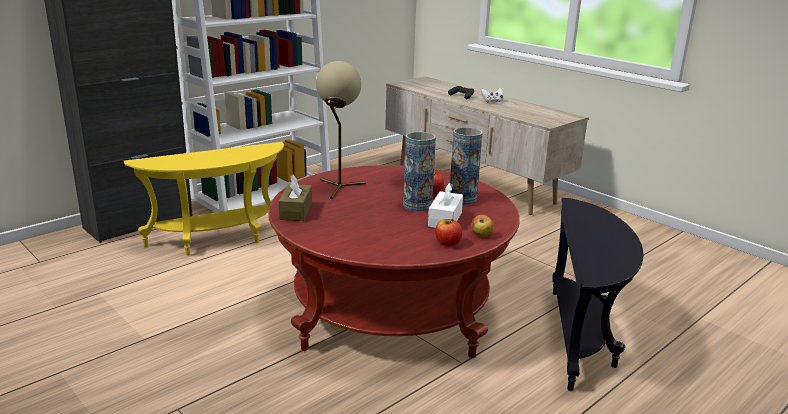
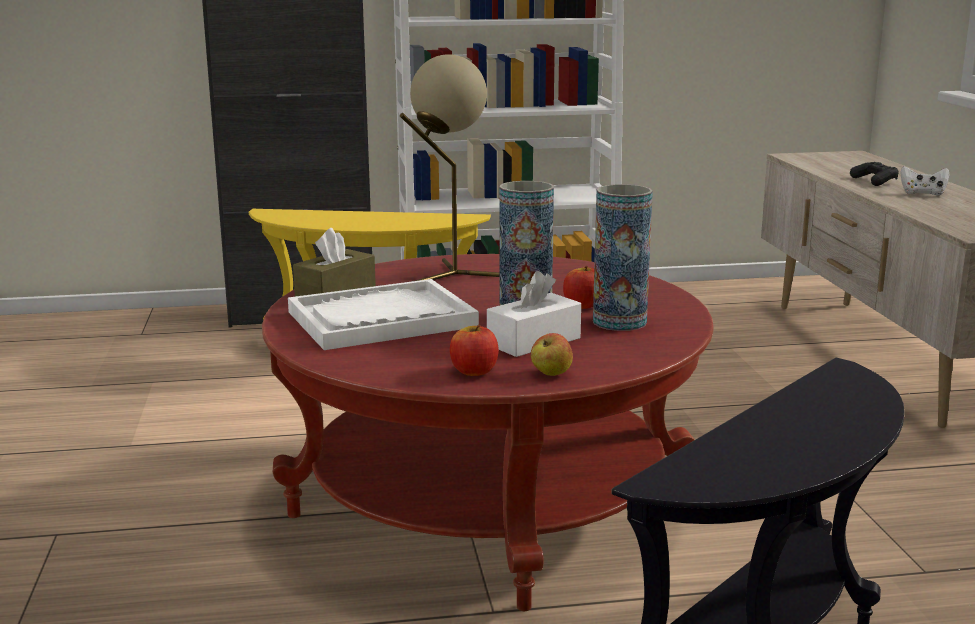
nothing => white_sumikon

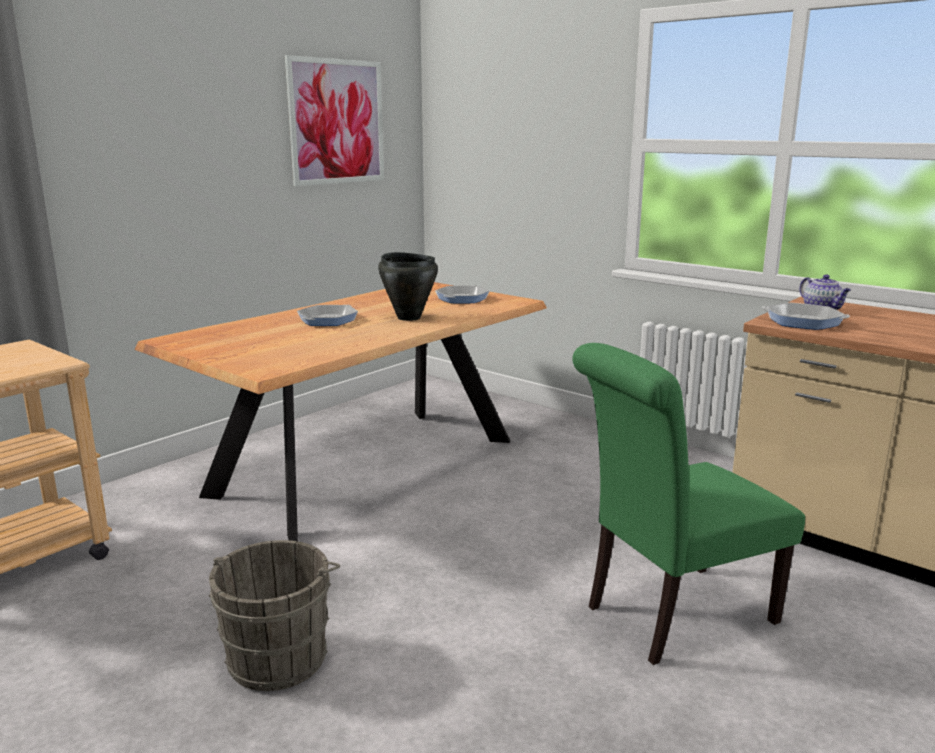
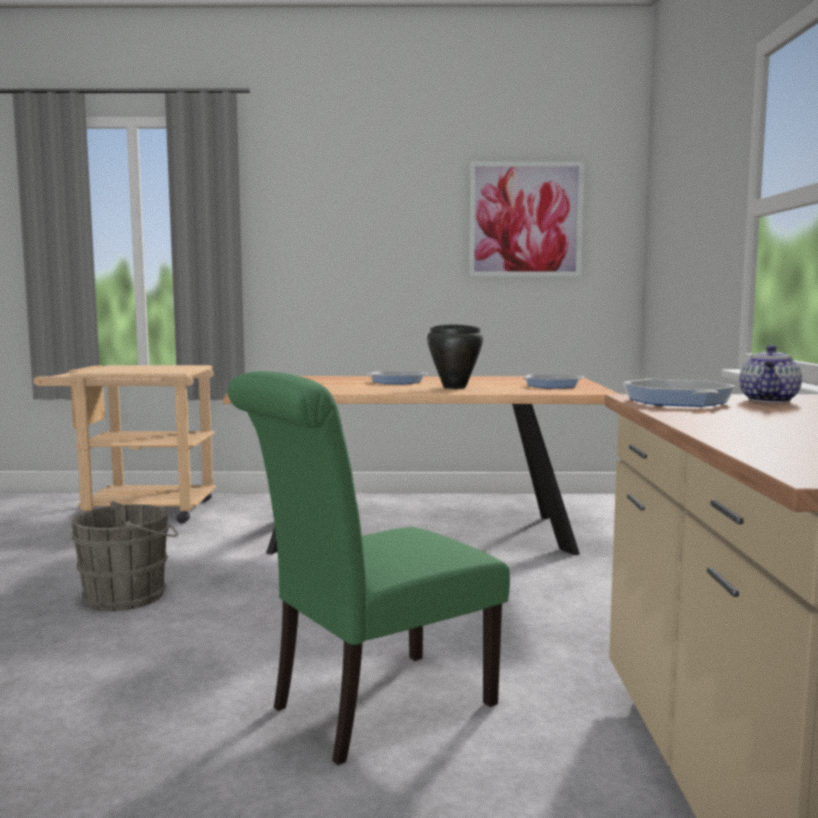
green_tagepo, 60 degrees counterclockwise

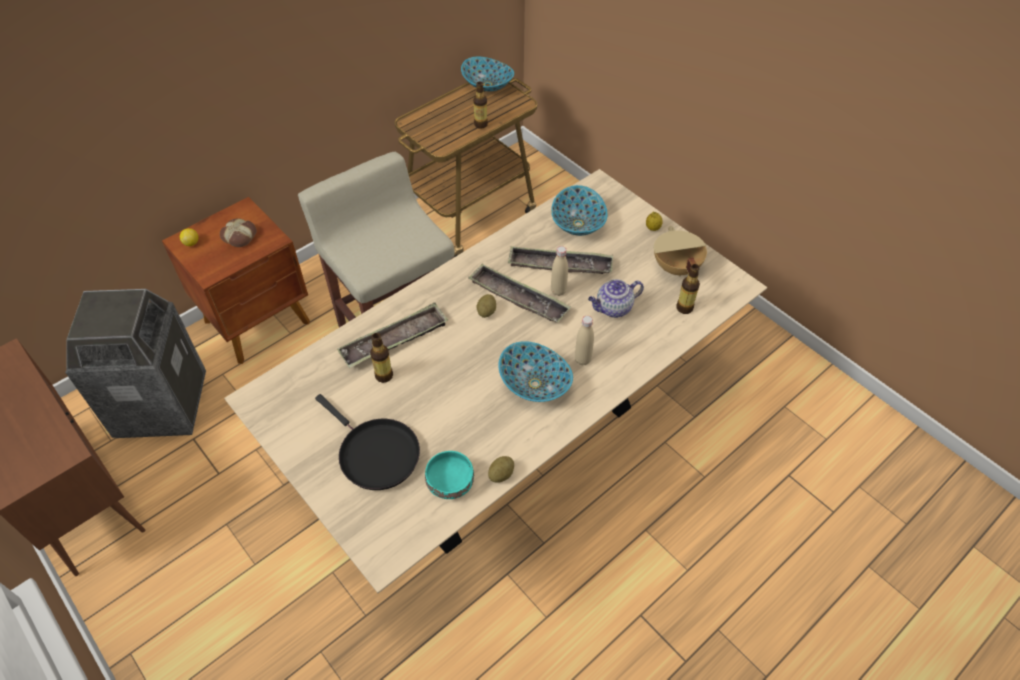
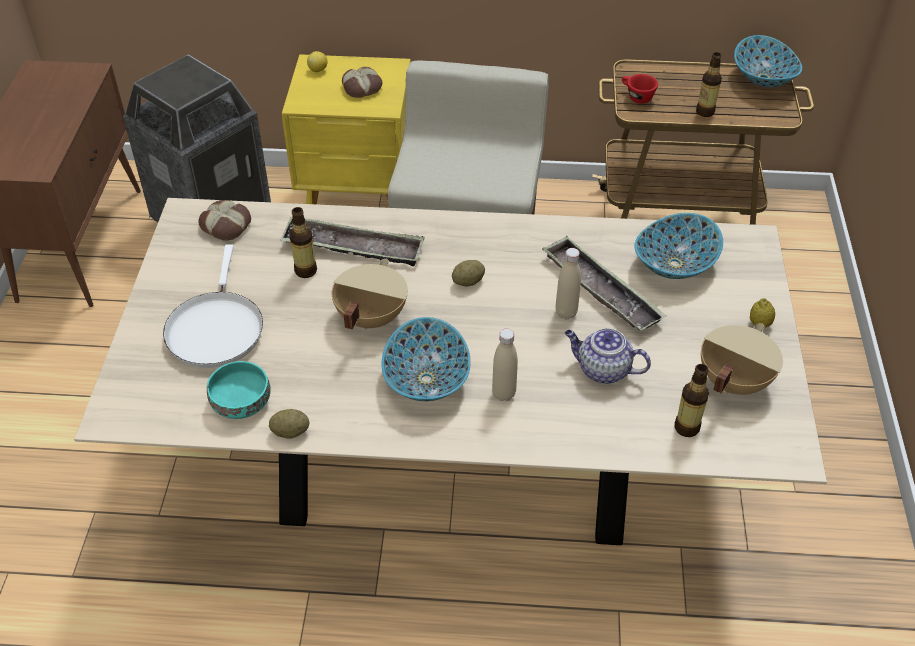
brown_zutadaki => yellow_zutadaki
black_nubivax => white_nubivax
sumikon (2nd from left) => nothing
nothing => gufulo (1st from left)
nothing => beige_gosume (1st from left)
nothing => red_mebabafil

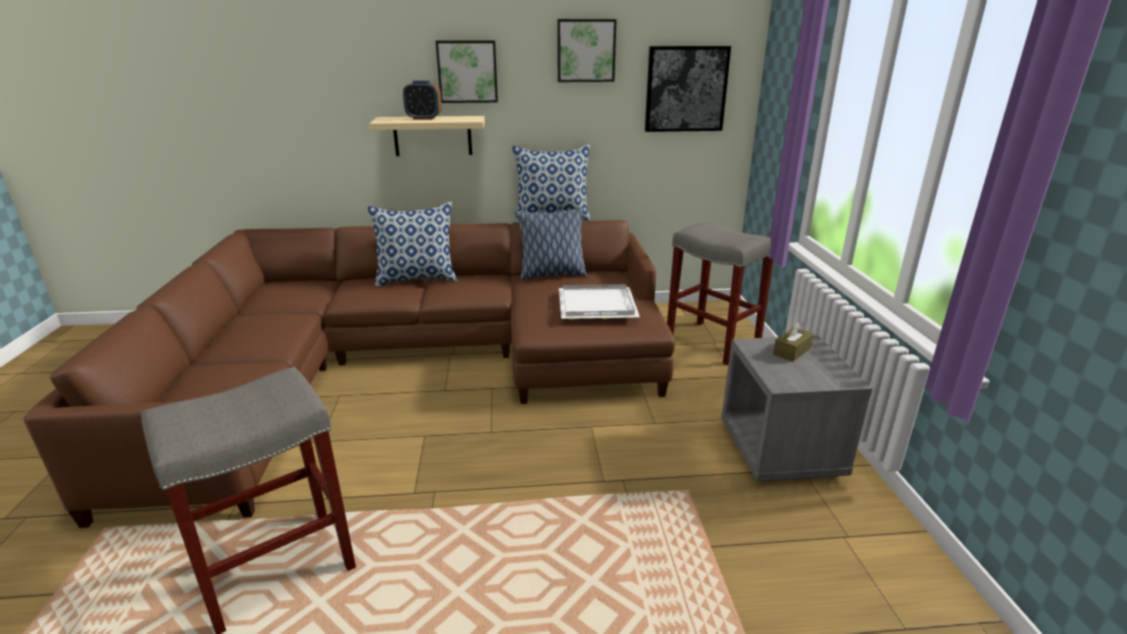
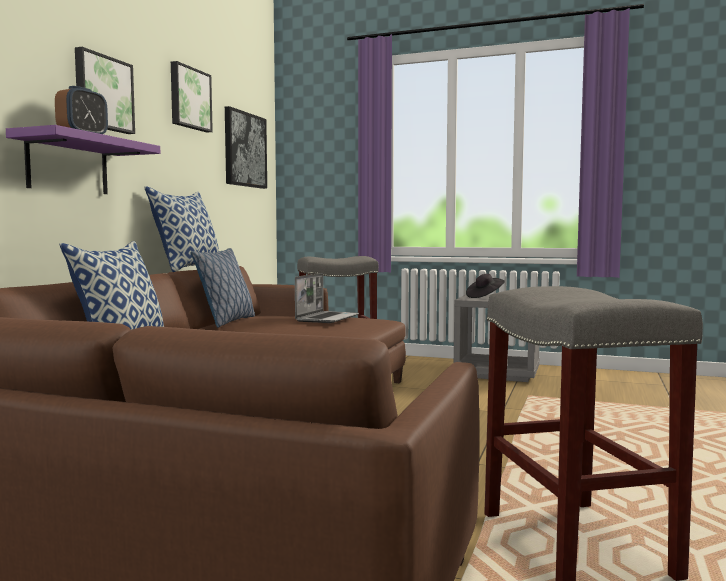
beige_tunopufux => purple_tunopufux
white_sumikon => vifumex
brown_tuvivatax => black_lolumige

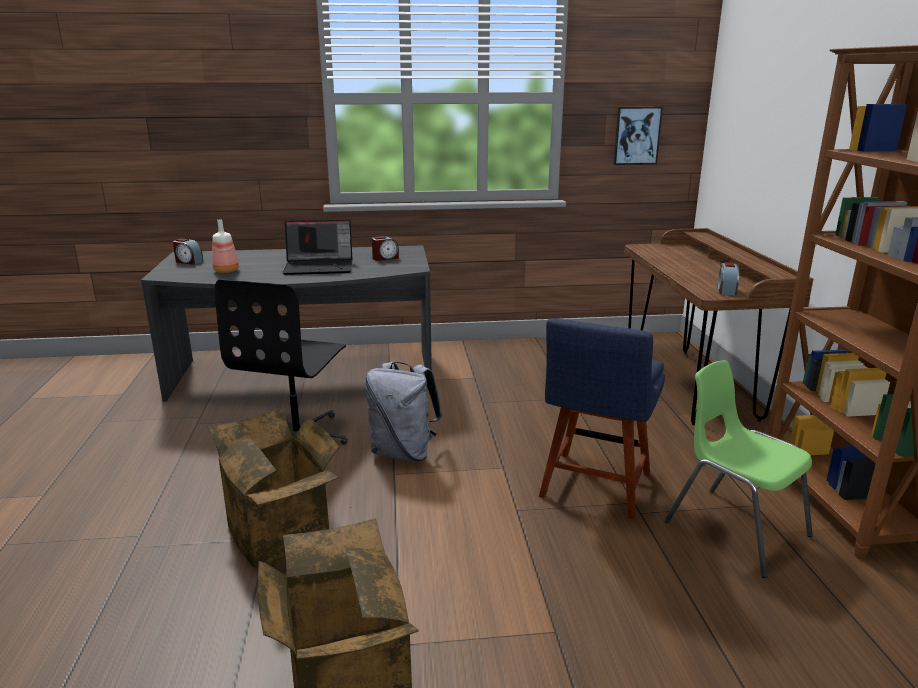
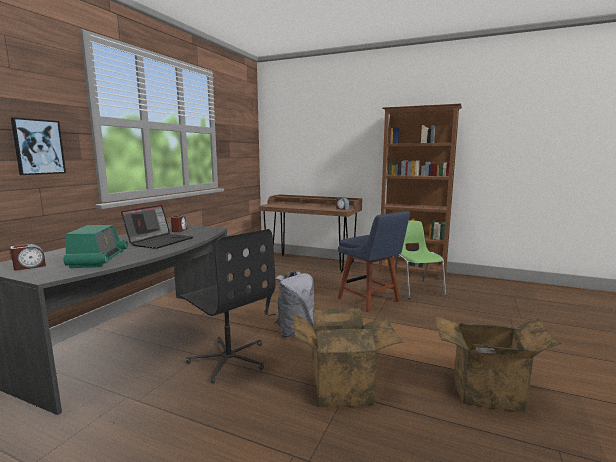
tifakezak => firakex
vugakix, moved
green_tagepo, 90 degrees clockwise

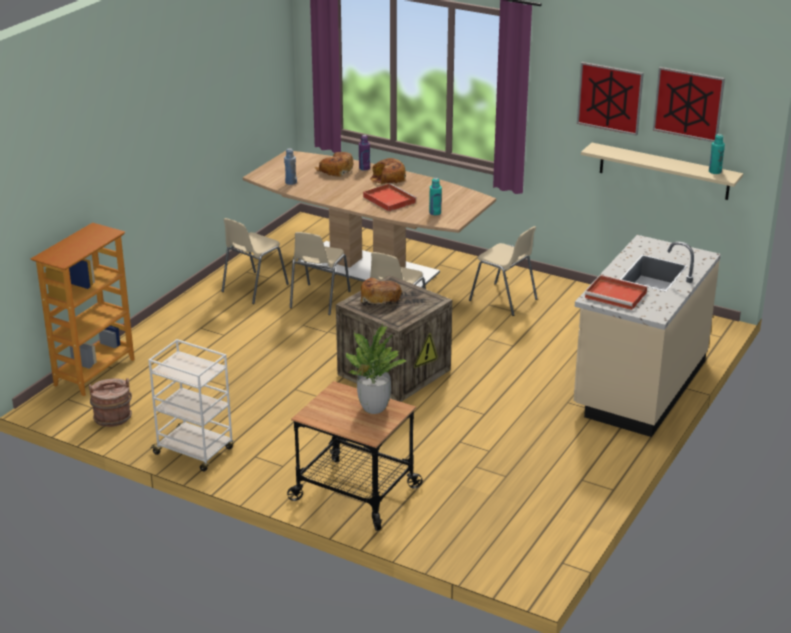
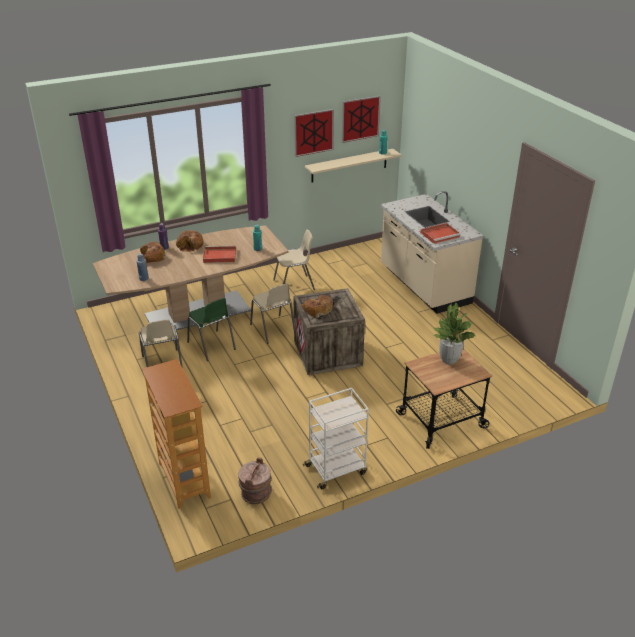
beige_tagepo (2nd from left) => green_tagepo

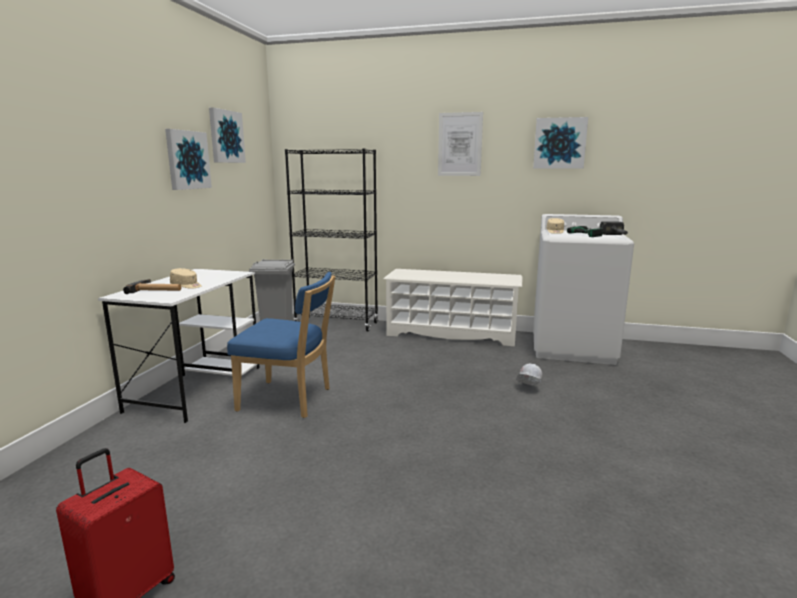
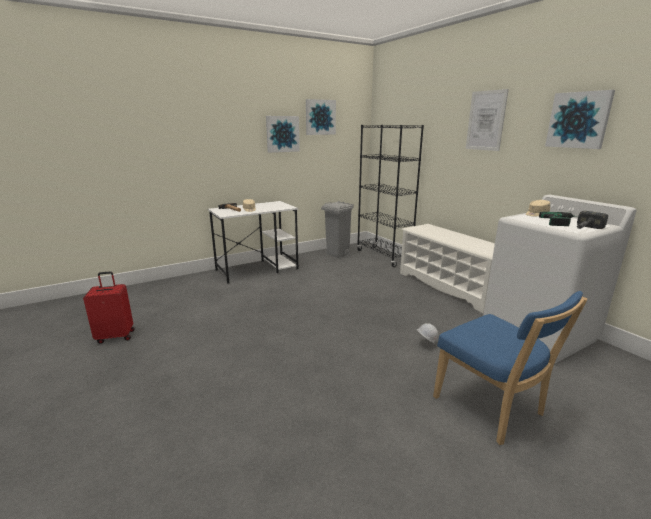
blue_tagepo, moved

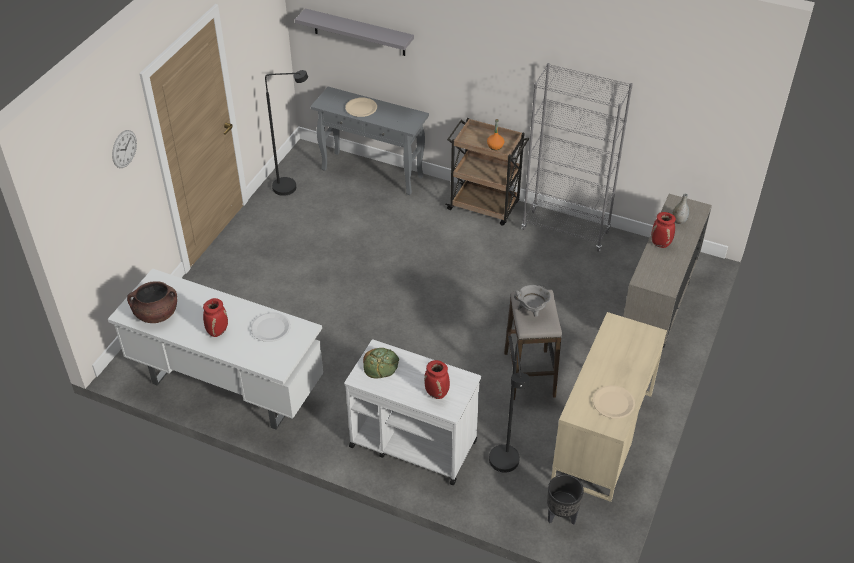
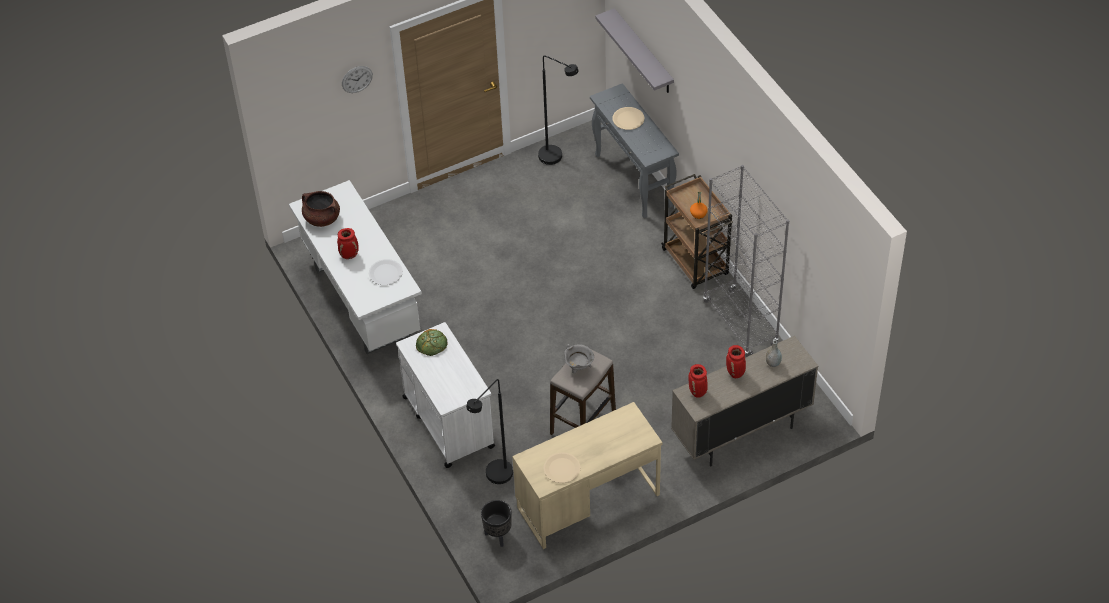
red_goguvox (2nd from left), moved

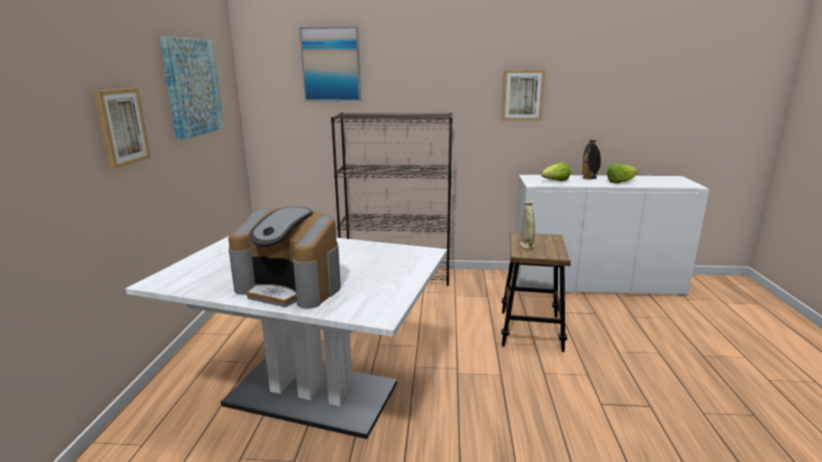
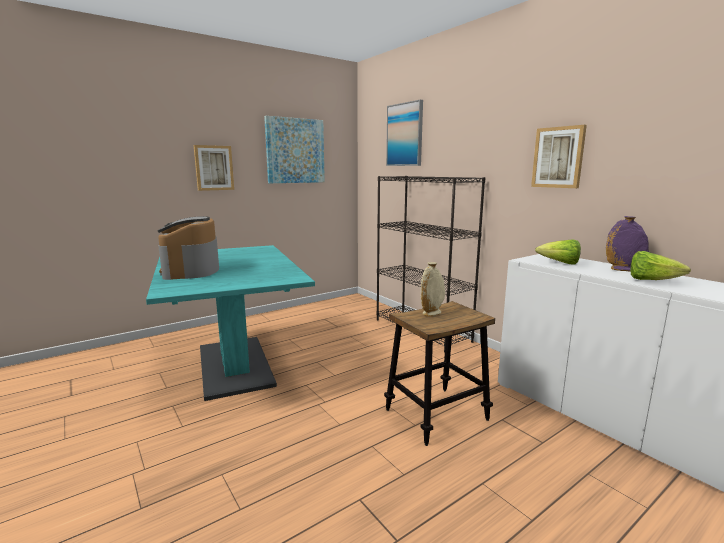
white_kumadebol => turquoise_kumadebol
black_goguvox => purple_goguvox

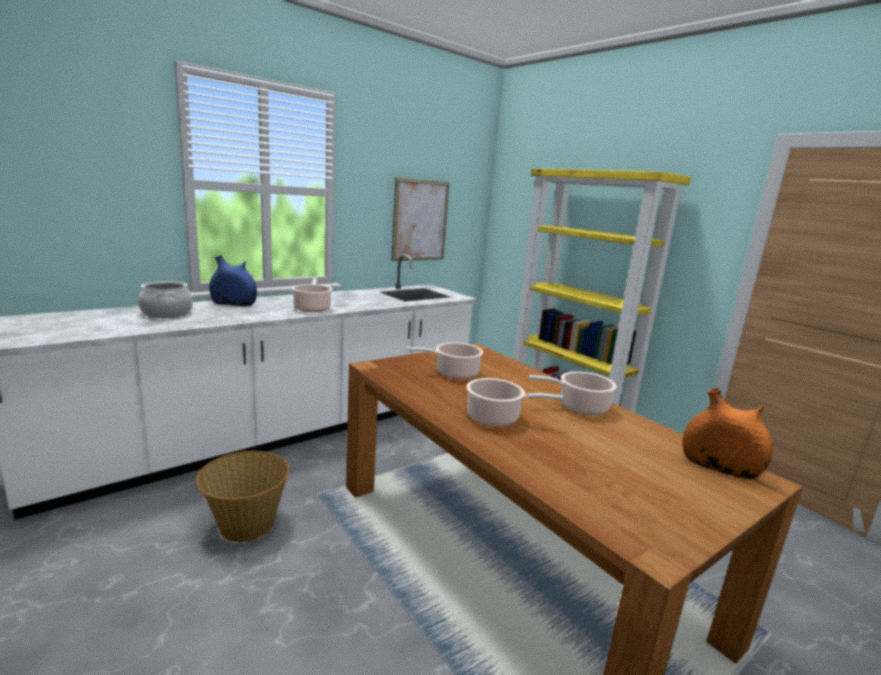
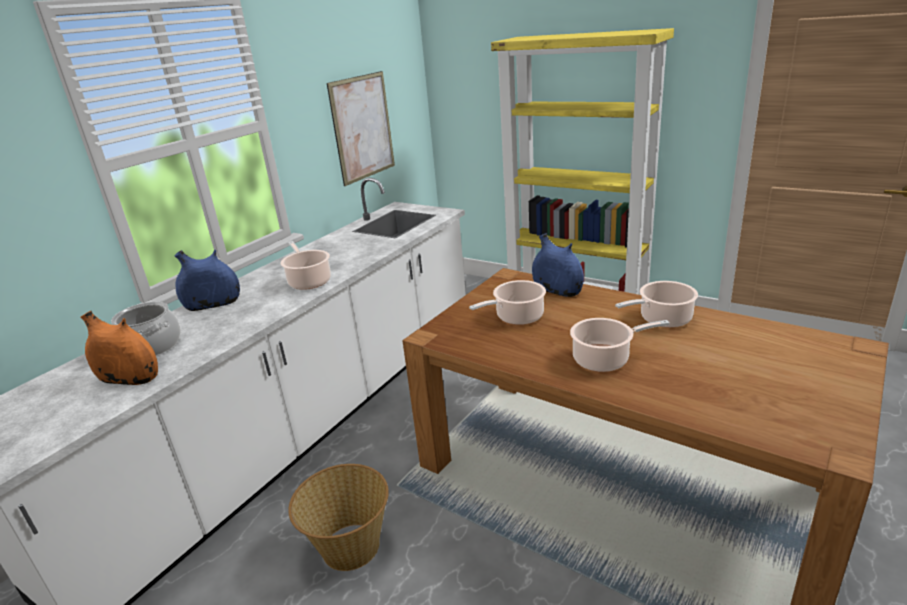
orange_goguvox, moved
nothing => blue_goguvox (2nd from left)

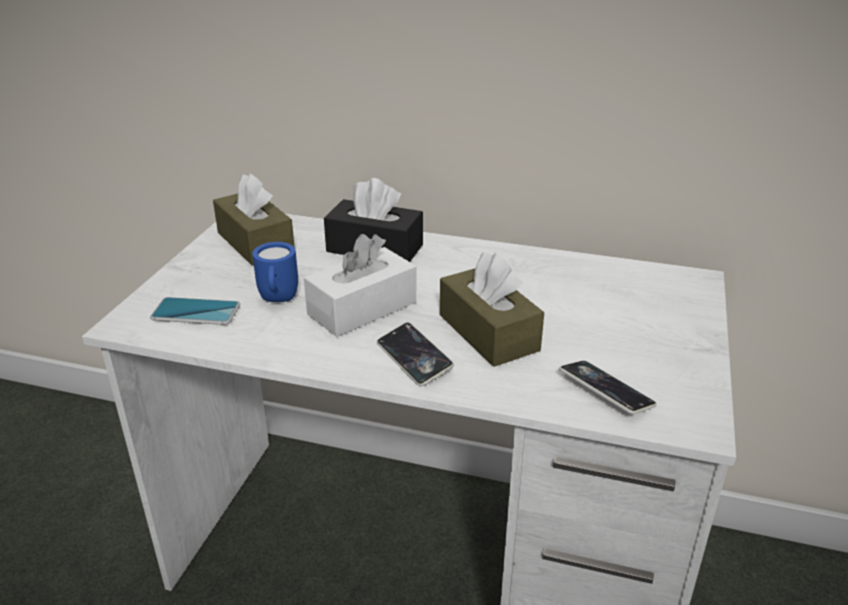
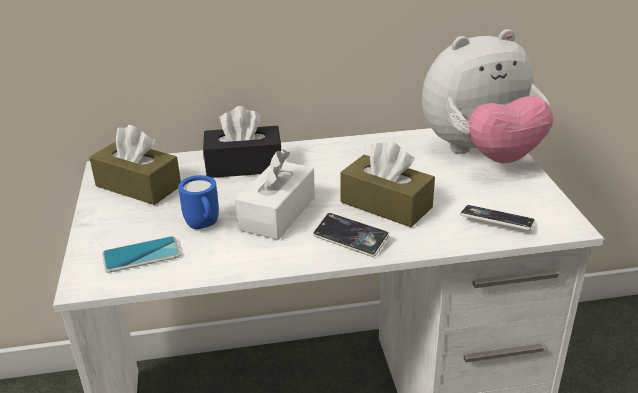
nothing => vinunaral

